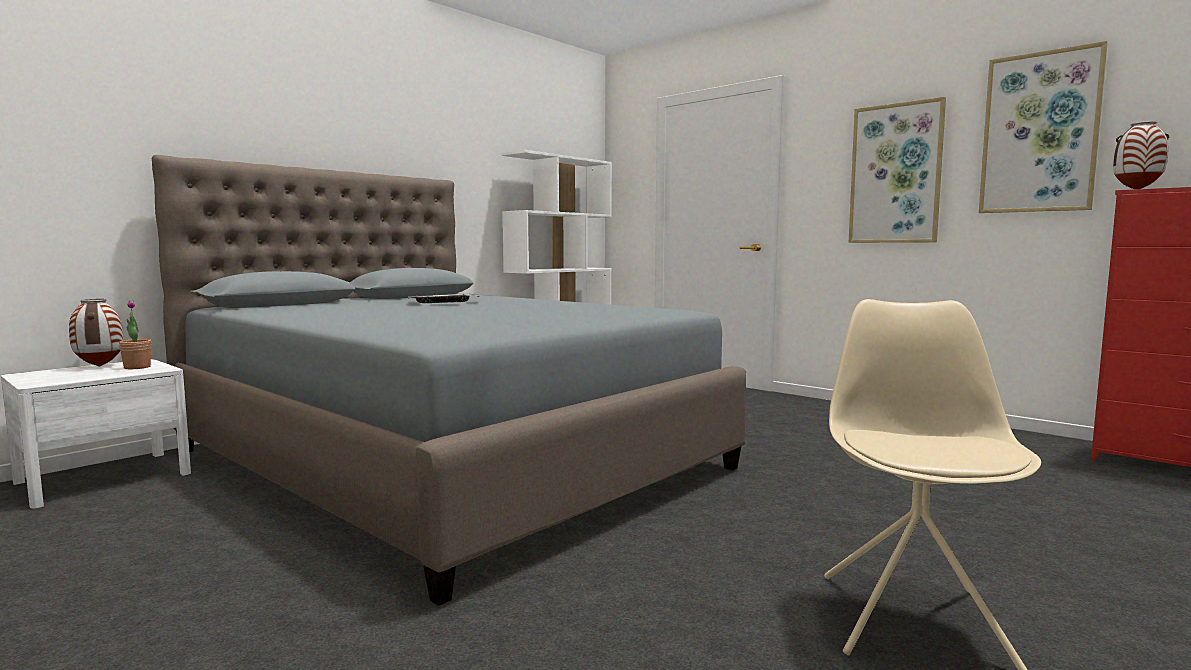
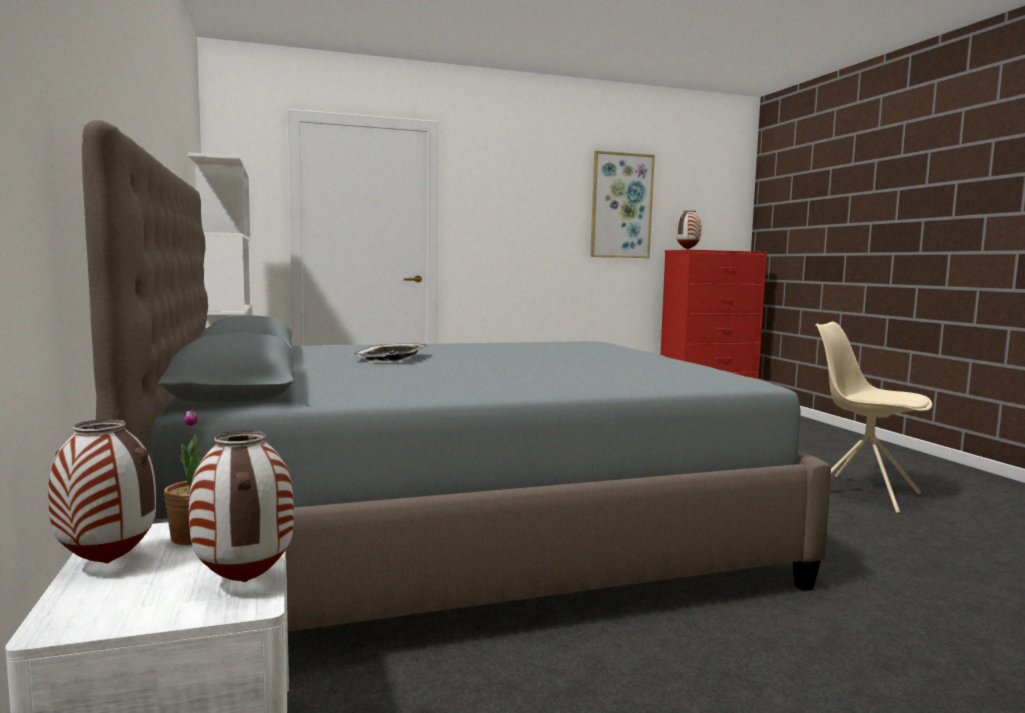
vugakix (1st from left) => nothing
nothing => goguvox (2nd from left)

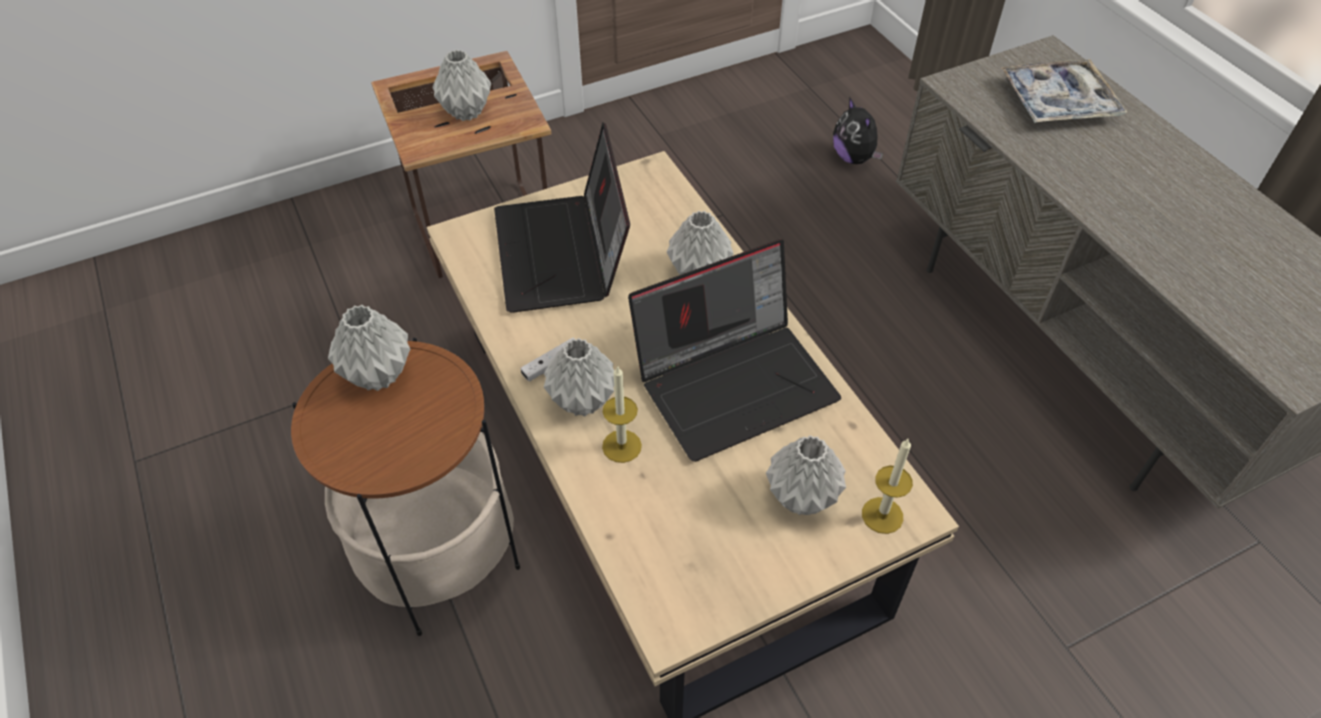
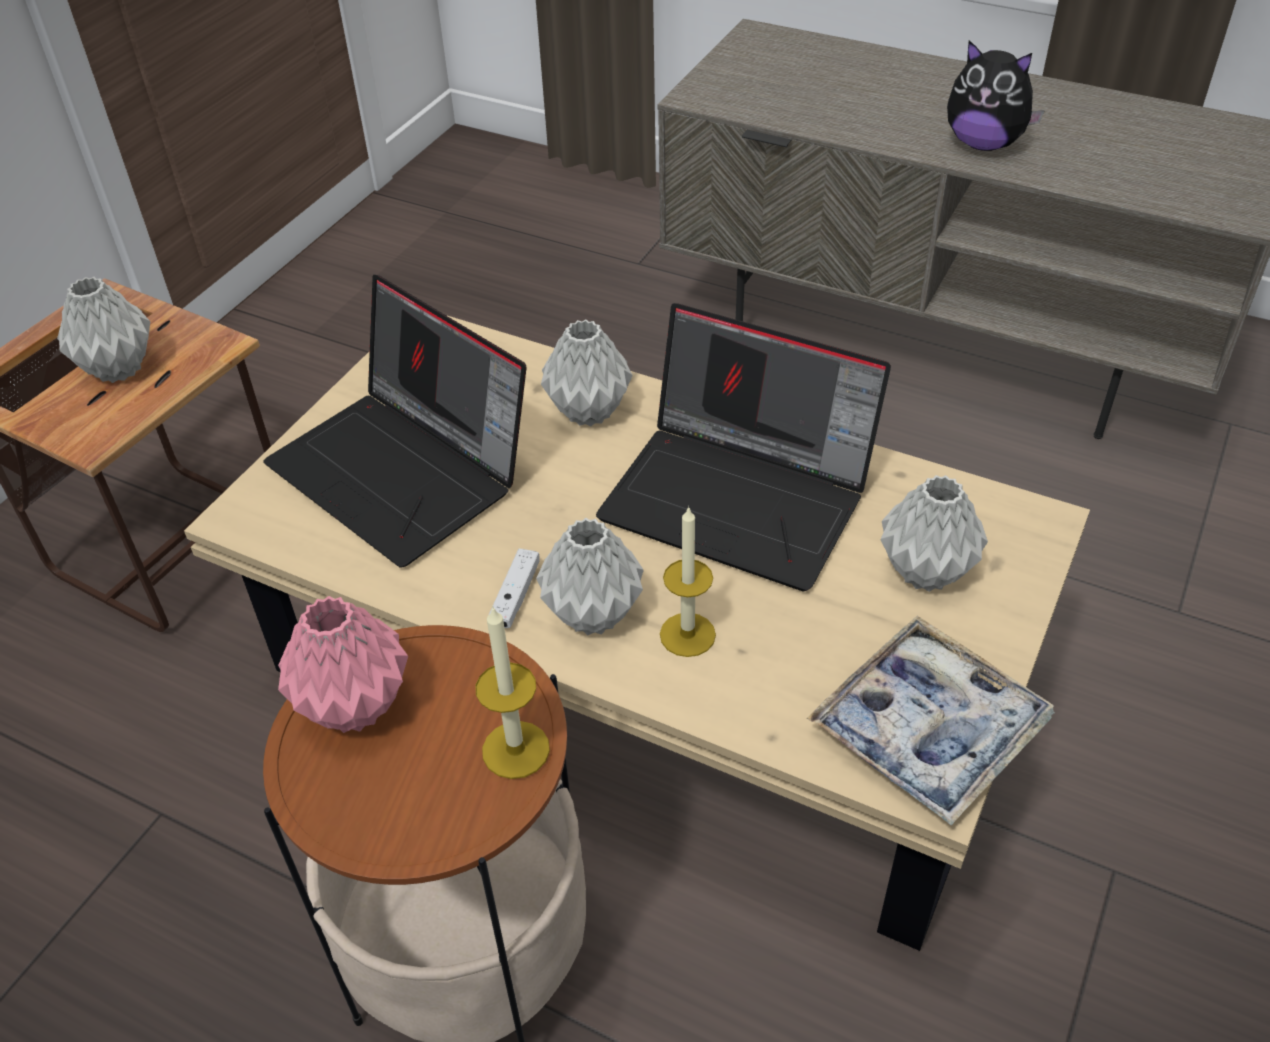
grey_goguvox (1st from left) => pink_goguvox
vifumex (2nd from left), 90 degrees clockwise
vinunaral, moved
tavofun (2nd from left in the first image) => tavofun (1st from left), moved
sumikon, moved

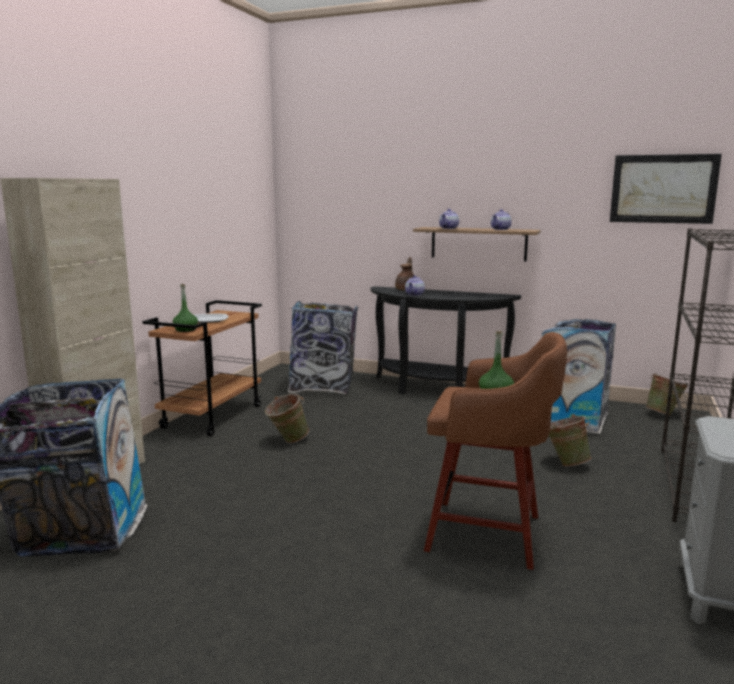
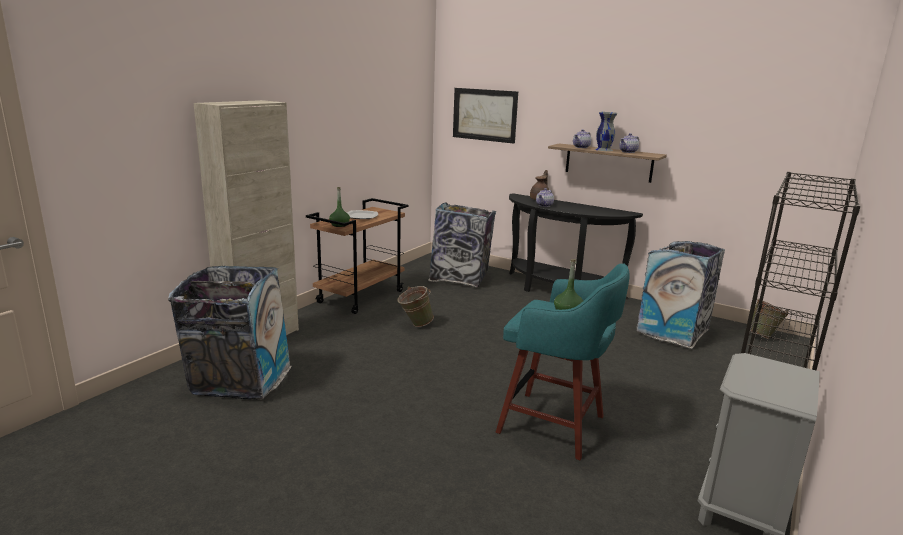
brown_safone => turquoise_safone
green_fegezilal (2nd from left) => nothing
vugakix, moved
nothing => grey_goguvox

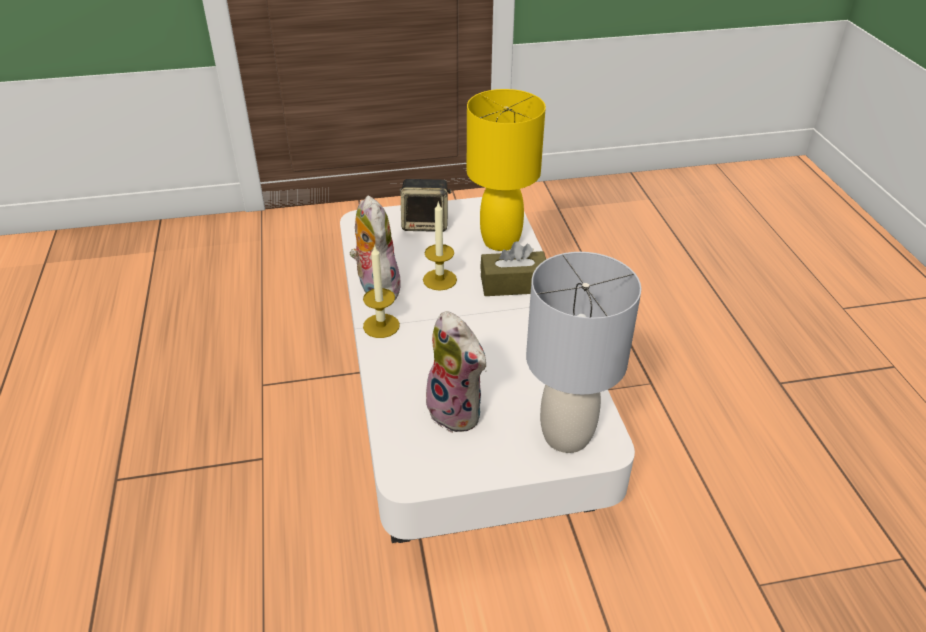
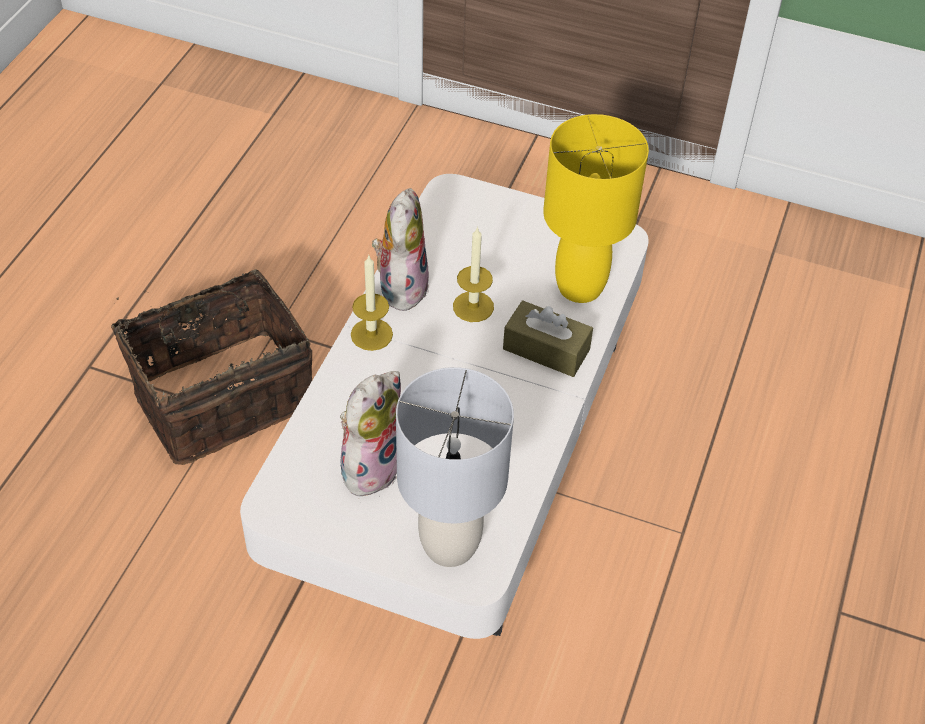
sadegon => nothing
vinunaral (2nd from left in the first image) => vinunaral (1st from left), 135 degrees counterclockwise
nothing => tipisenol

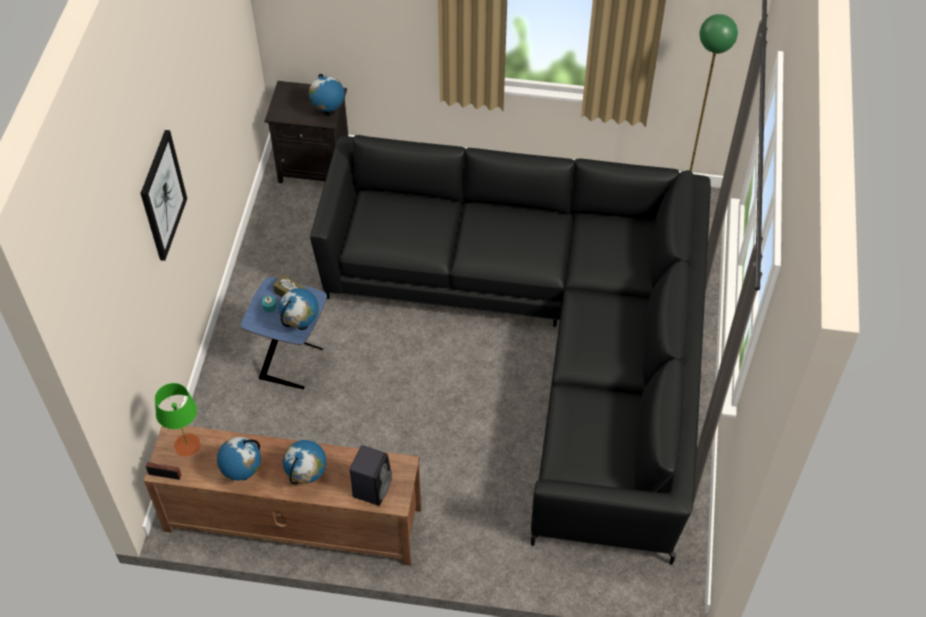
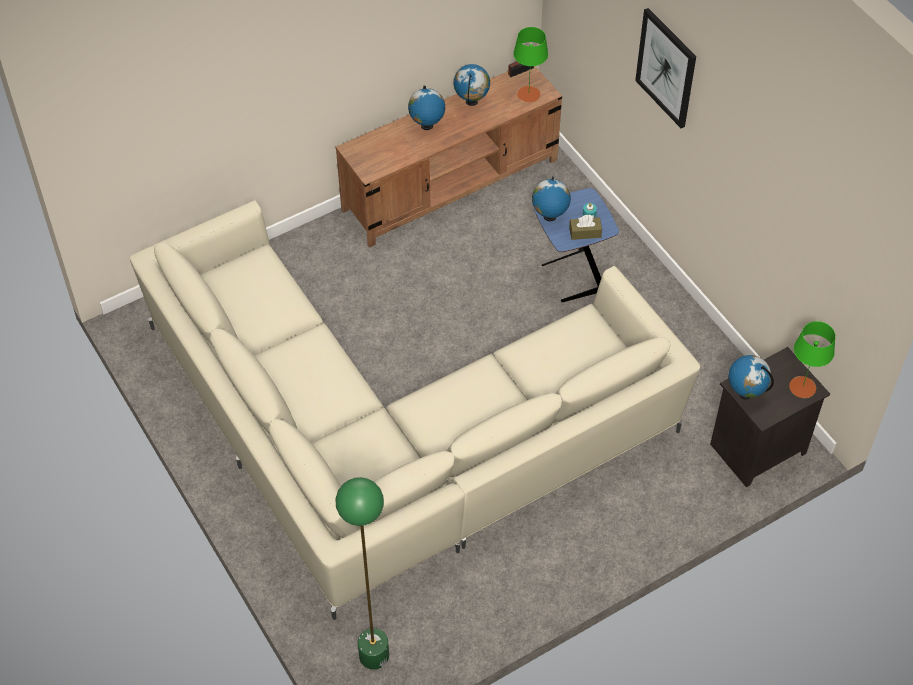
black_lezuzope => beige_lezuzope
black_sadegon => nothing
nothing => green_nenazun (2nd from left)

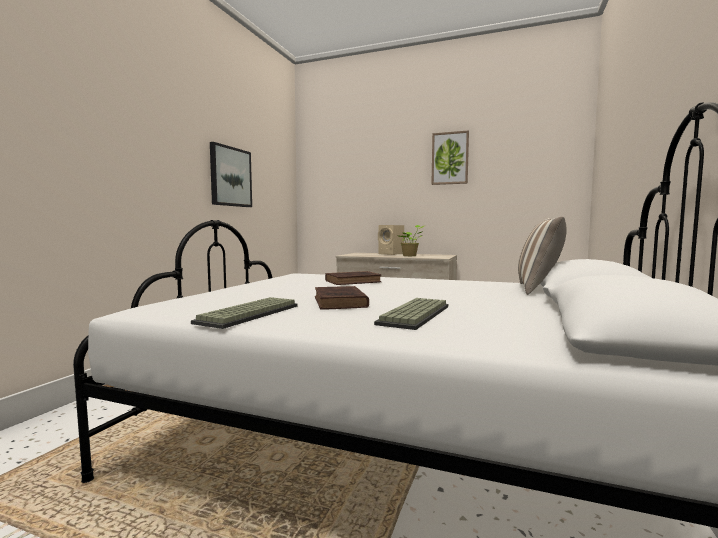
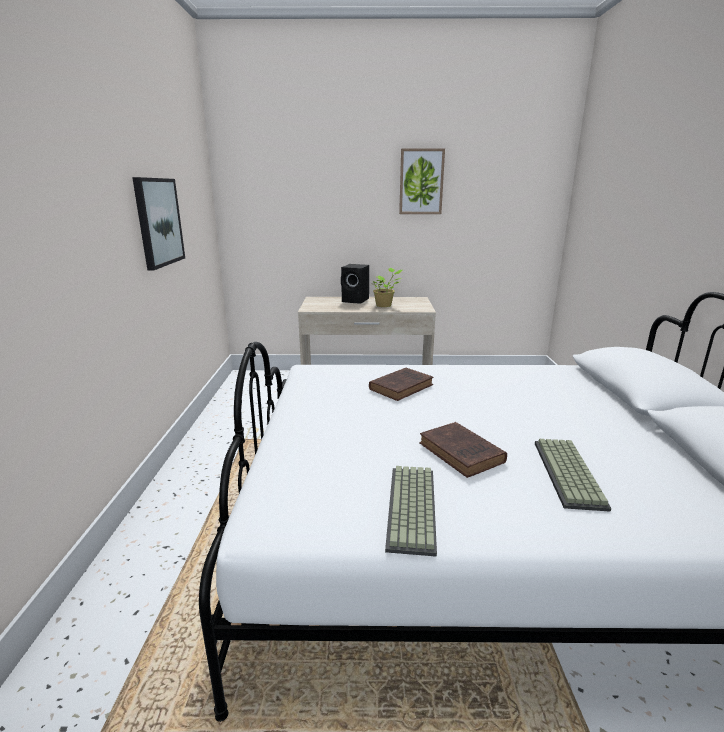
beige_sadegon => black_sadegon
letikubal => nothing

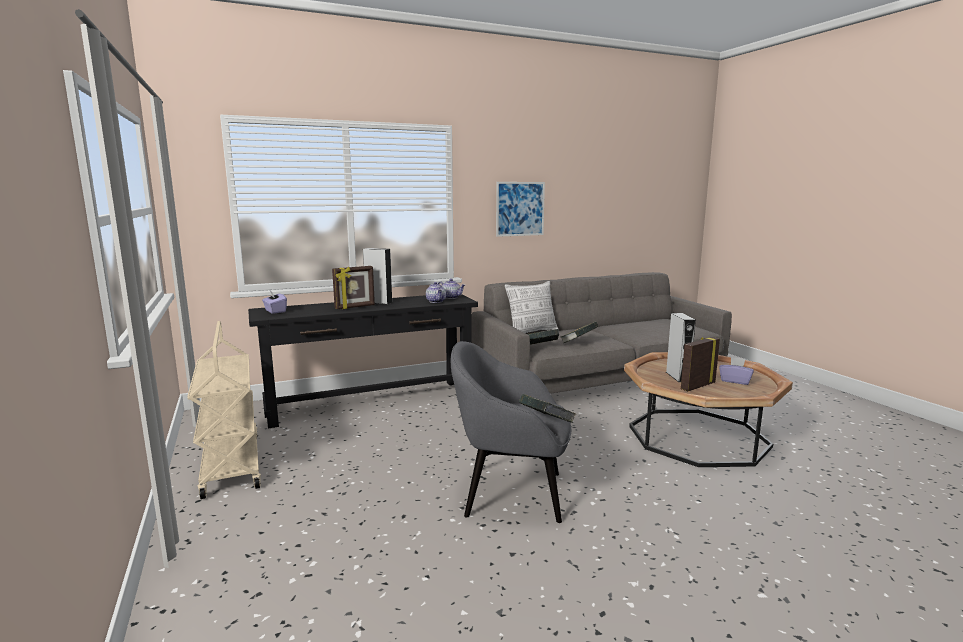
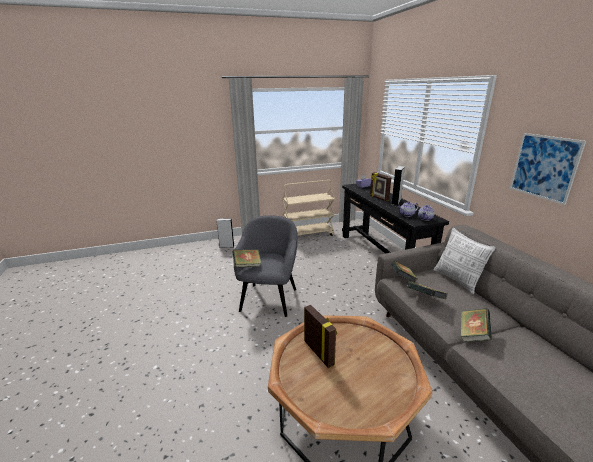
grey_sadegon (2nd from left in the first image) => grey_sadegon (1st from left), moved
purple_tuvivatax (2nd from left) => nothing
nothing => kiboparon (4th from left)

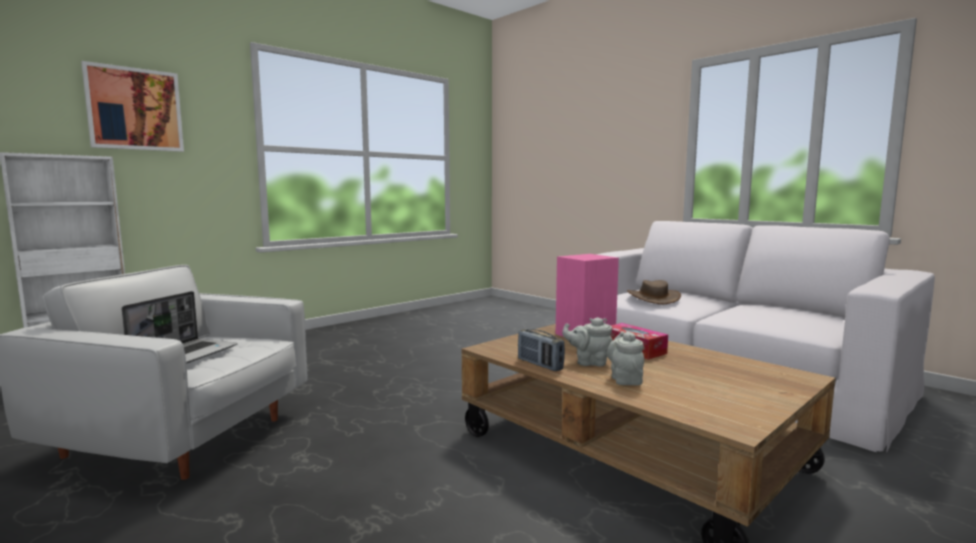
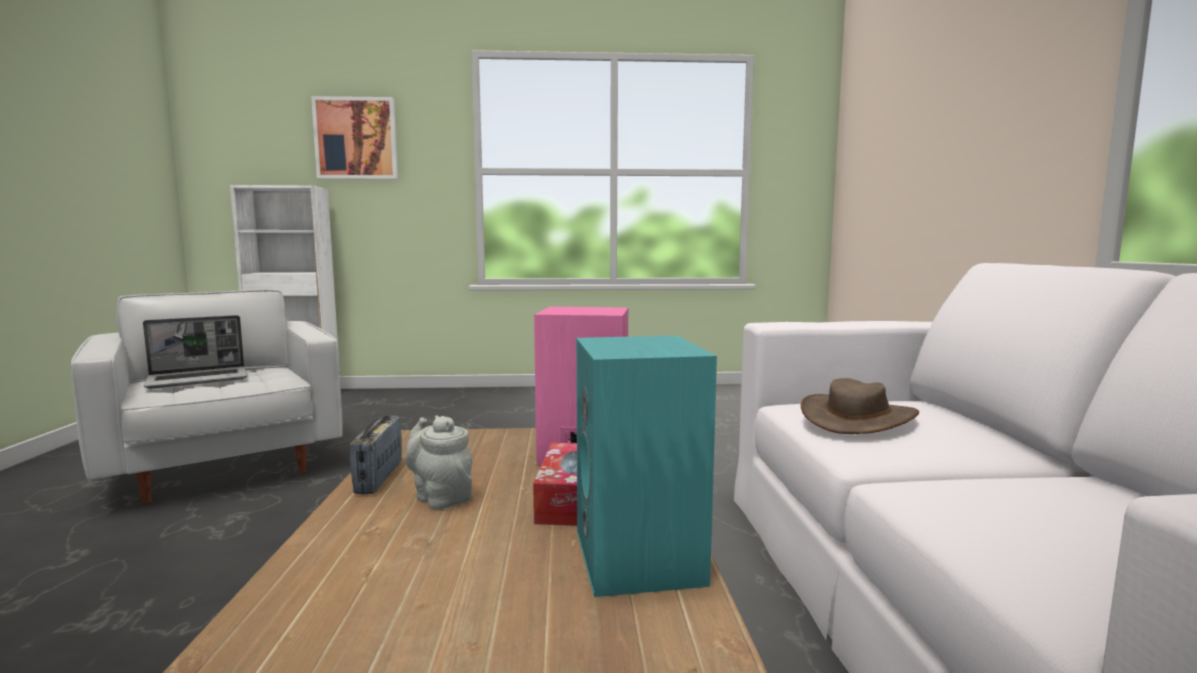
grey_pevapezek (2nd from left) => nothing
nothing => turquoise_sadegon

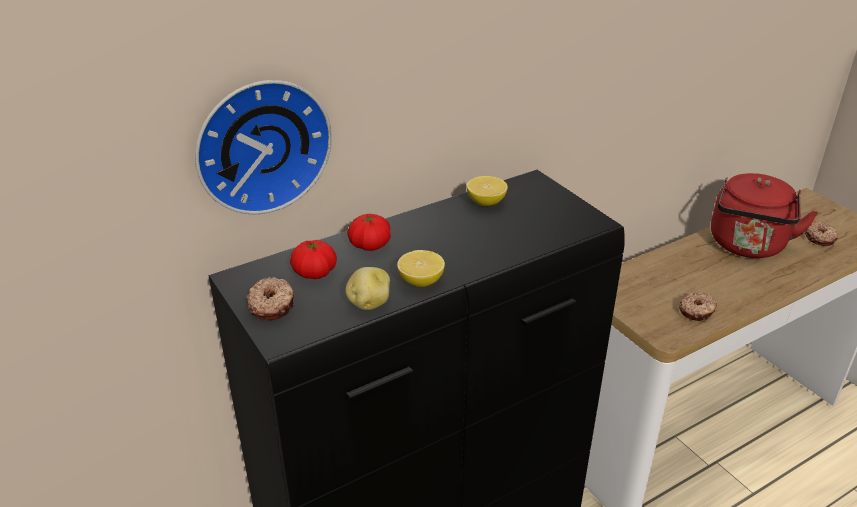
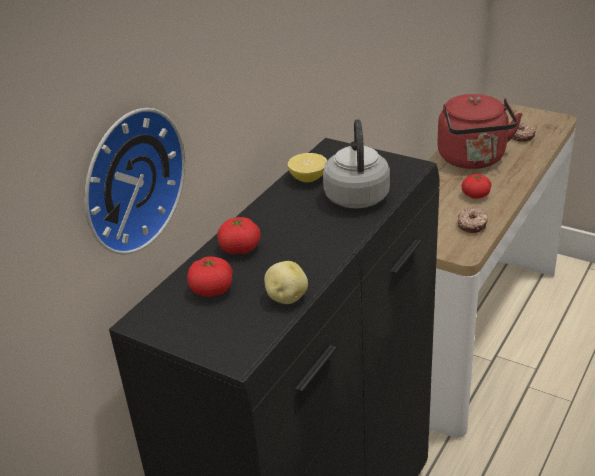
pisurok (1st from left) => nothing
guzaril (1st from left) => nothing
nothing => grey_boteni
nothing => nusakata (3rd from left)

